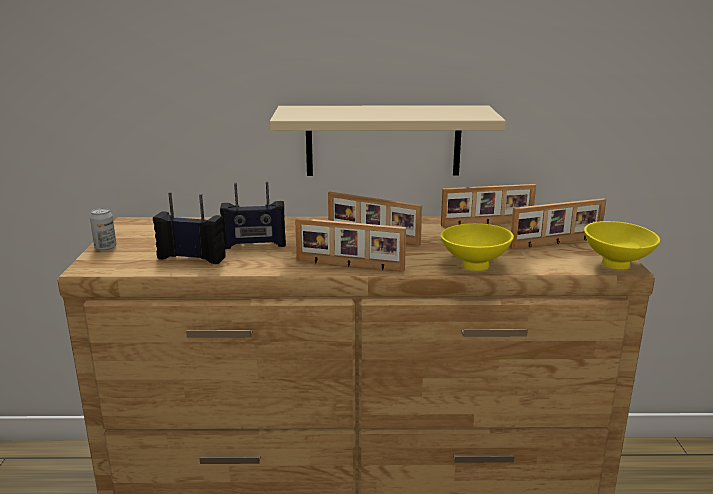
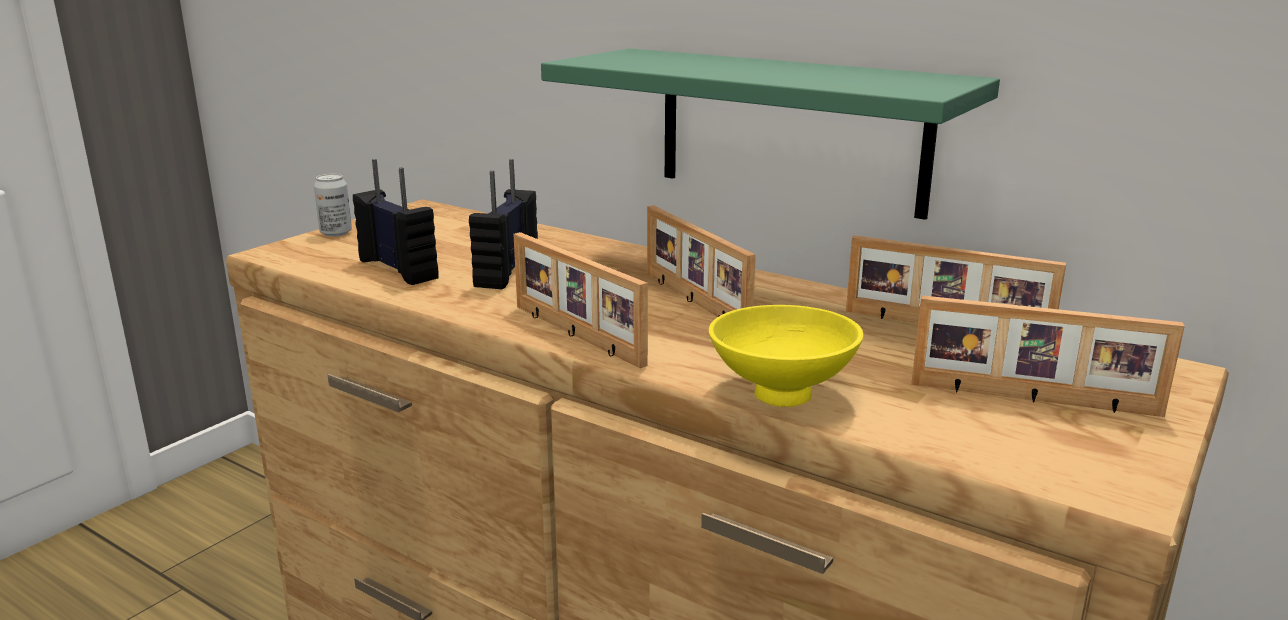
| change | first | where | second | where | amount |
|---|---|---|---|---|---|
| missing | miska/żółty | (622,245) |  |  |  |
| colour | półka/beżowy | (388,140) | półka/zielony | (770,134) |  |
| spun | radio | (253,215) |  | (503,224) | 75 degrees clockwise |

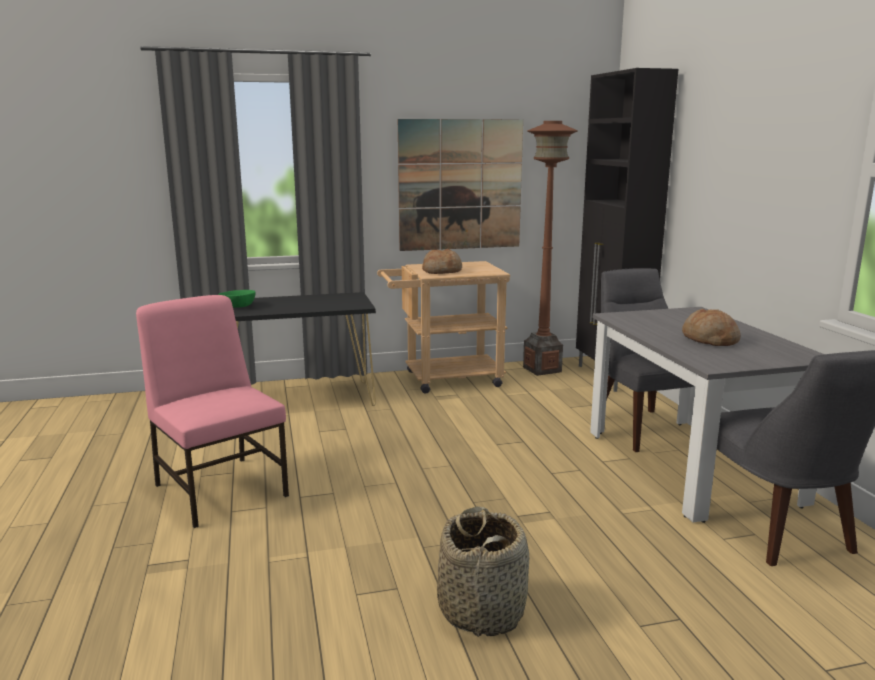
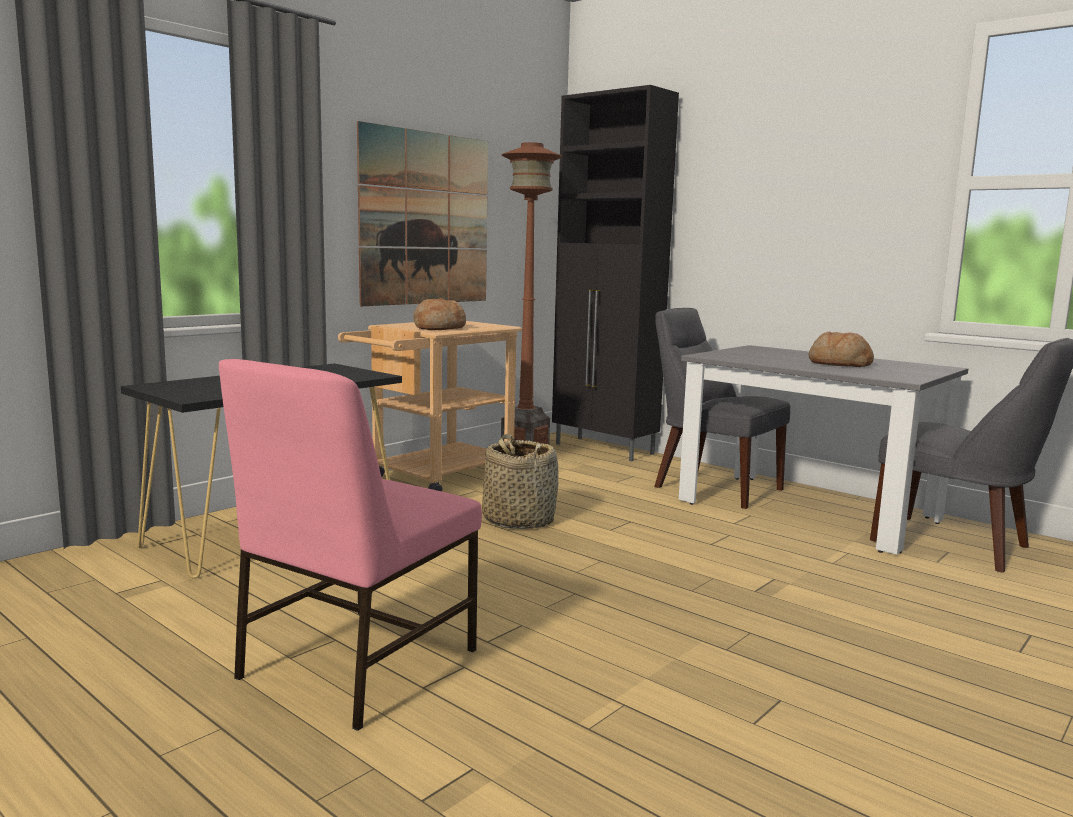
| change | first | where | second | where | amount |
|---|---|---|---|---|---|
| missing | miska/zielony | (236,299) |  |  |  |
| relocated | koszyk | (483,571) |  | (520,481) |  |
| spun | krzesło/różowy | (212,411) |  | (350,545) | 75 degrees counterclockwise |

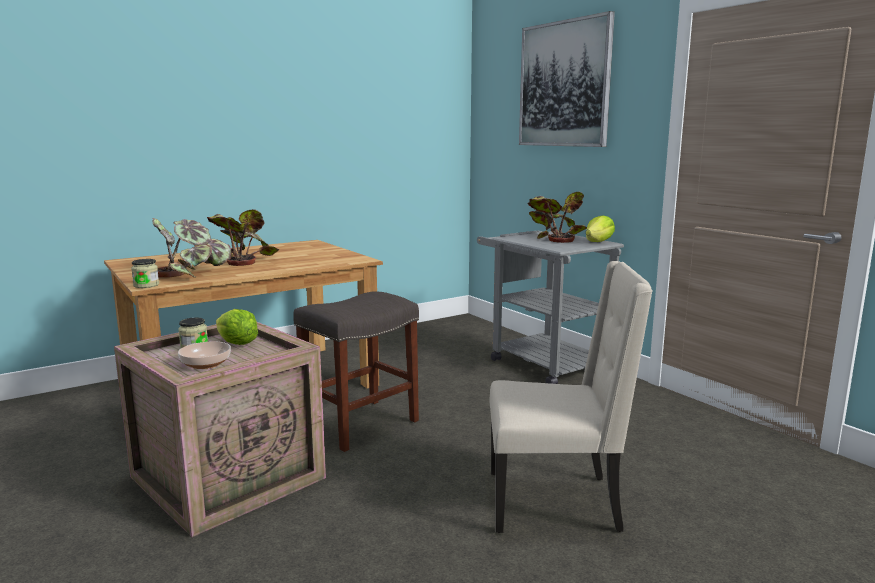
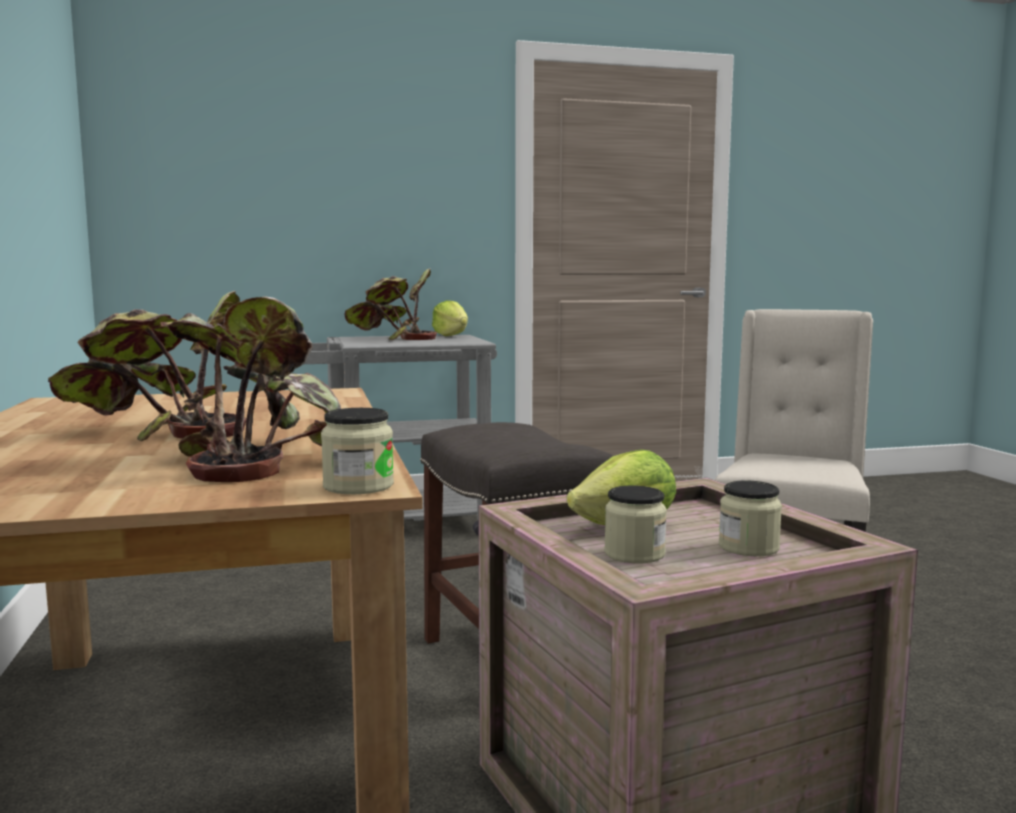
| change | first | where | second | where | amount |
|---|---|---|---|---|---|
| missing | obraz | (567,79) |  |  |  |
| exchanged | miska | (204,355) | słoik | (750,518) |  |

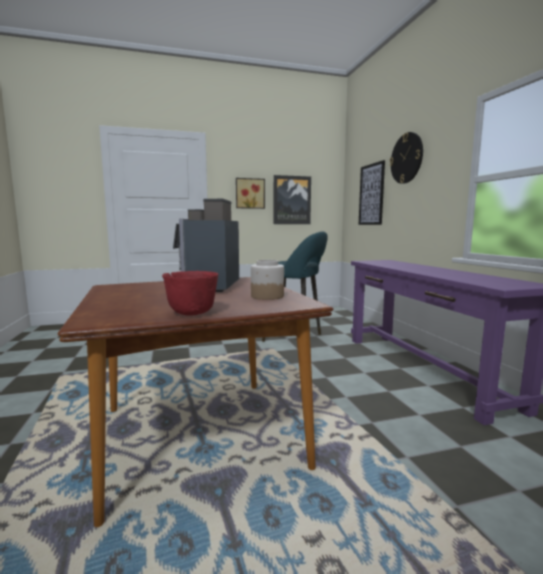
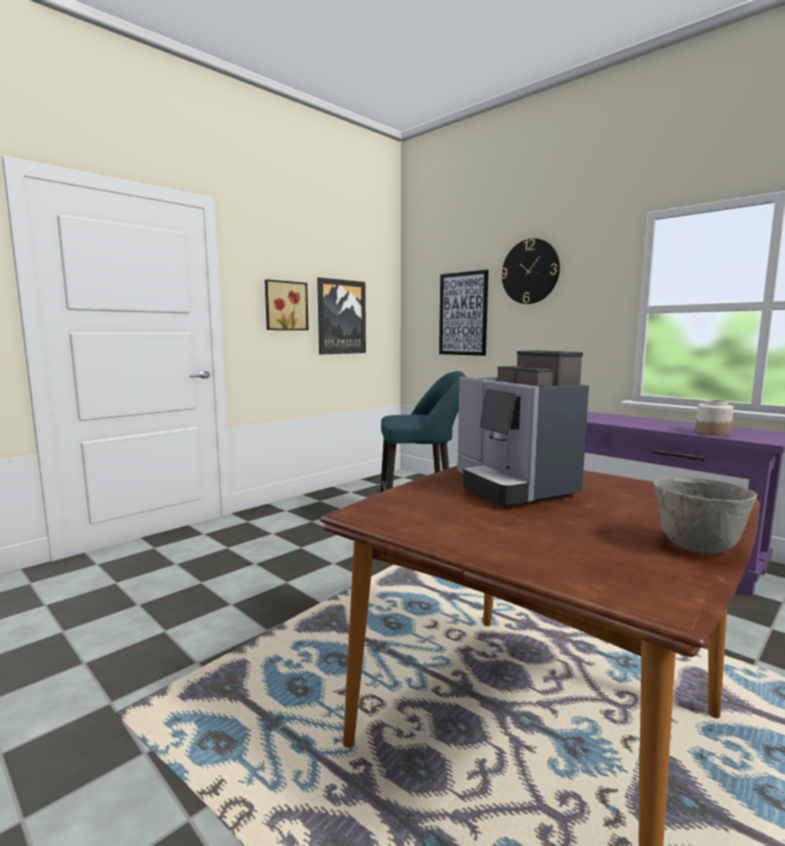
| change | first | where | second | where | amount |
|---|---|---|---|---|---|
| relocated | słoik | (267,280) |  | (714,418) |  |
| colour | miska/czerwony | (190,293) | miska/szary | (705,514) |  |

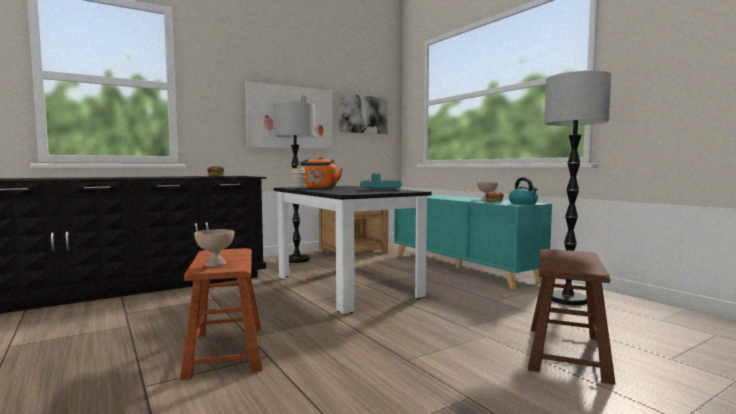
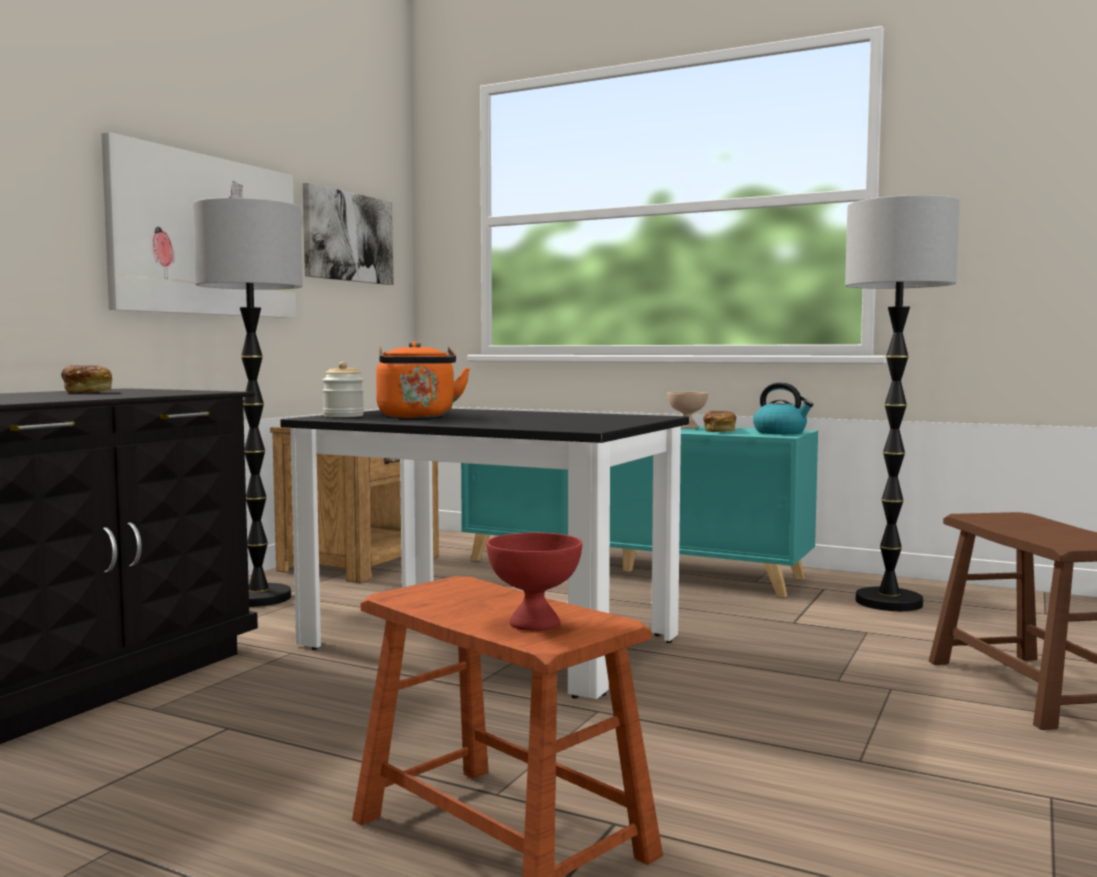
| change | first | where | second | where | amount |
|---|---|---|---|---|---|
| missing | taca/turkusowy | (381,181) |  |  |  |
| colour | miska/beżowy | (214,248) | miska/czerwony | (534,582) |  |

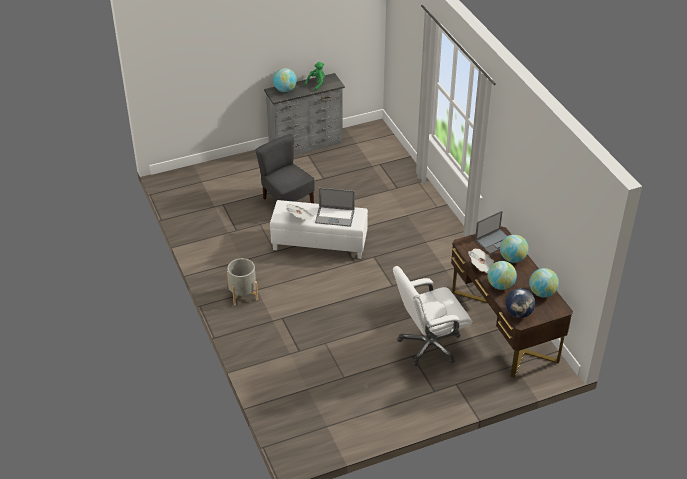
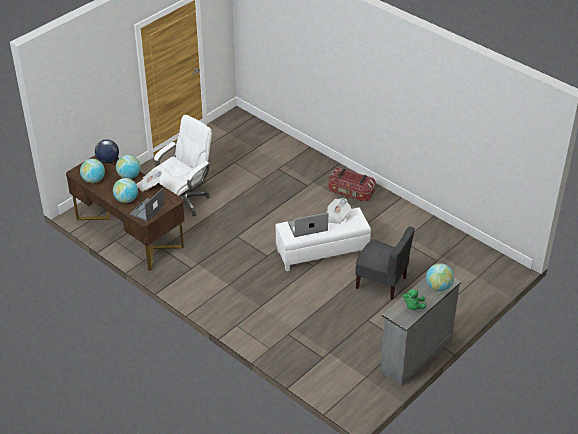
| change | first | where | second | where | amount |
|---|---|---|---|---|---|
| exchanged | donica/szary | (242,281) | pojemnik do przechowywania | (352,184) |  |

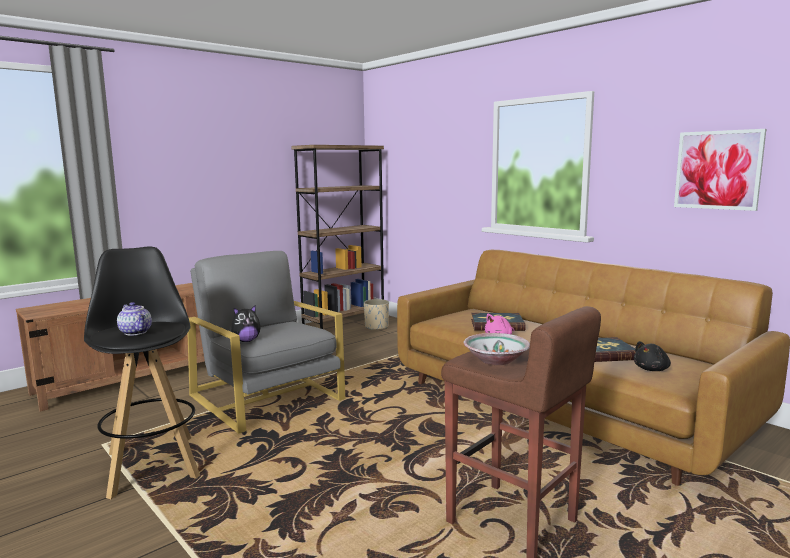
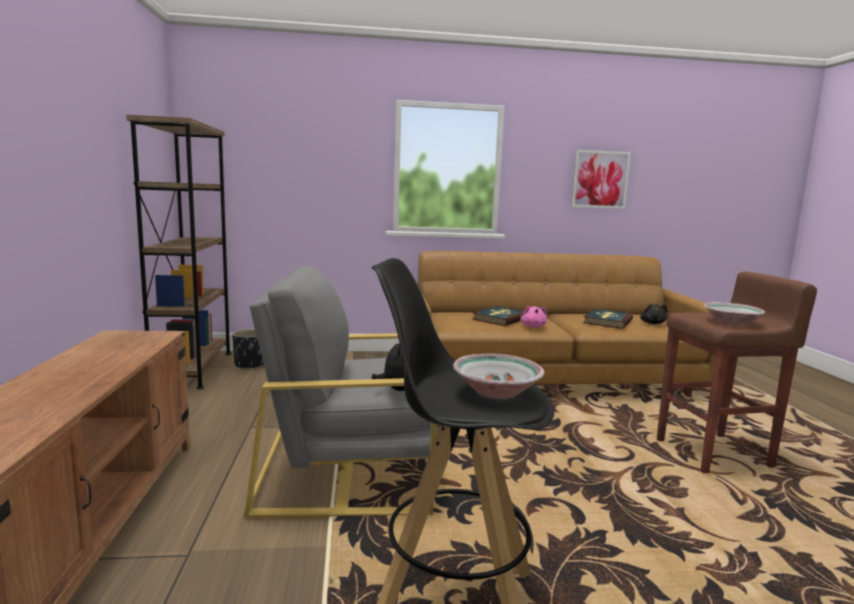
| change | first | where | second | where | amount |
|---|---|---|---|---|---|
| exchanged | imbryk | (134,319) | miska | (499,376) |  |
| colour | donica/beżowy | (376,314) | donica/czarny | (248,349) |  |

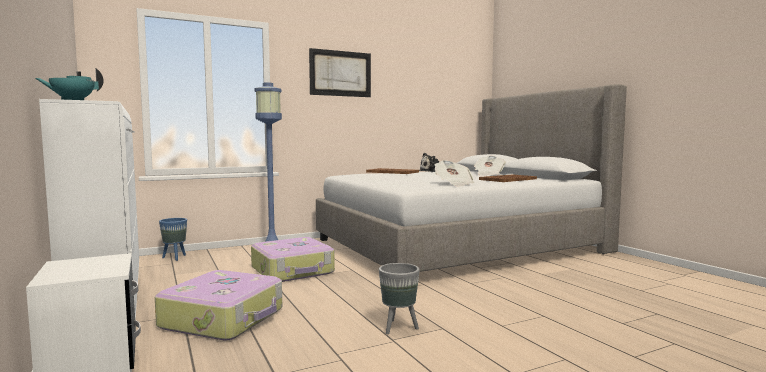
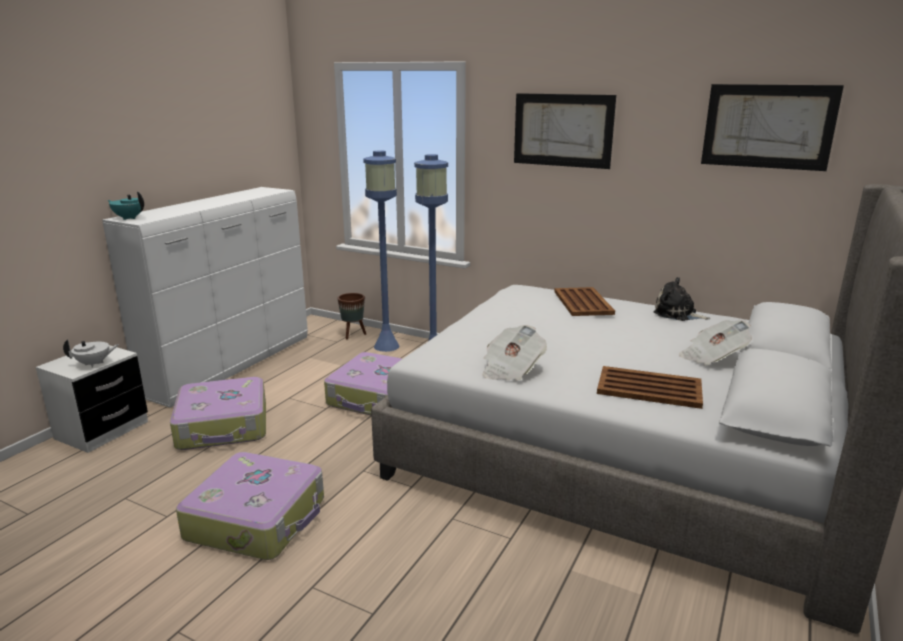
| change | first | where | second | where | amount |
|---|---|---|---|---|---|
| appeared |  |  | imbryk/biały | (91,353) |  |
| appeared |  |  | lampa stojąca/niebieski | (381,251) |  |
| appeared |  |  | obraz | (772,127) |  |
| exchanged | donica/szary | (399,298) | walizka | (250,506) |  |
| colour | donica/niebieski | (173,239) | donica/brązowy | (352,316) |  |

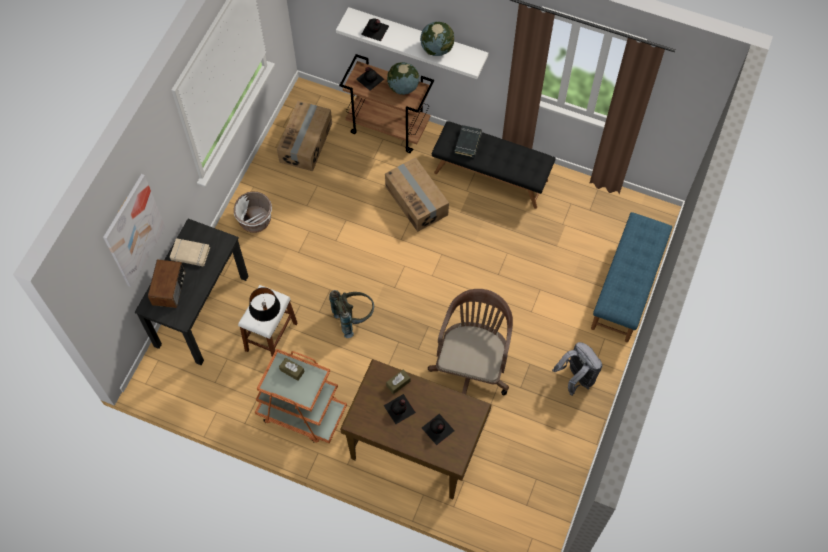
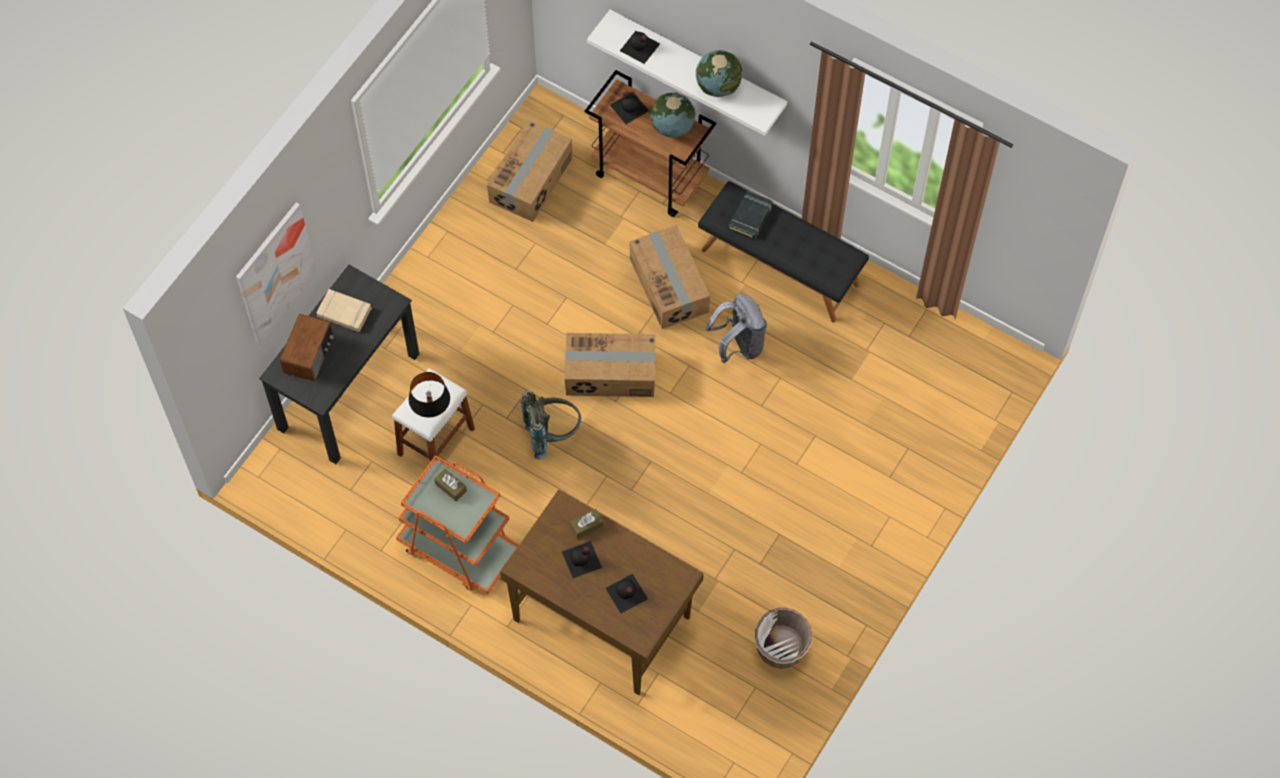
| change | first | where | second | where | amount |
|---|---|---|---|---|---|
| missing | krzesło biurowe/brązowy | (470,342) |  |  |  |
| missing | ławka/niebieski | (631,277) |  |  |  |
| appeared |  |  | karton | (610,365) |  |
| relocated | donica/biały | (253,212) |  | (783,638) |  |
| relocated | plecak/szary | (577,369) |  | (736,328) |  |

